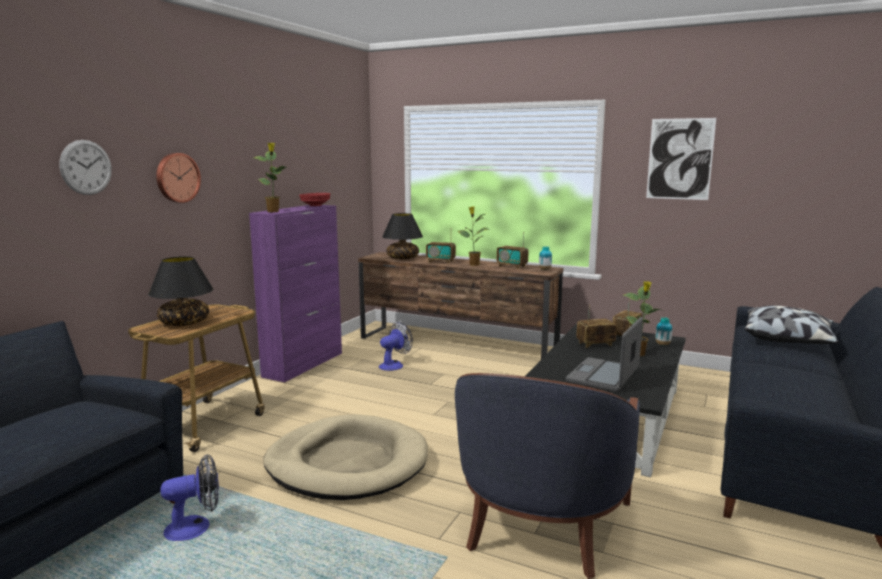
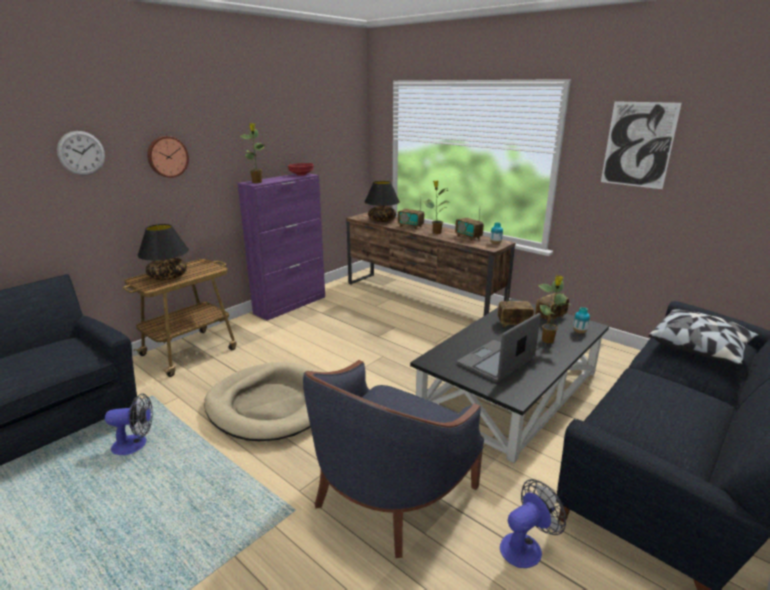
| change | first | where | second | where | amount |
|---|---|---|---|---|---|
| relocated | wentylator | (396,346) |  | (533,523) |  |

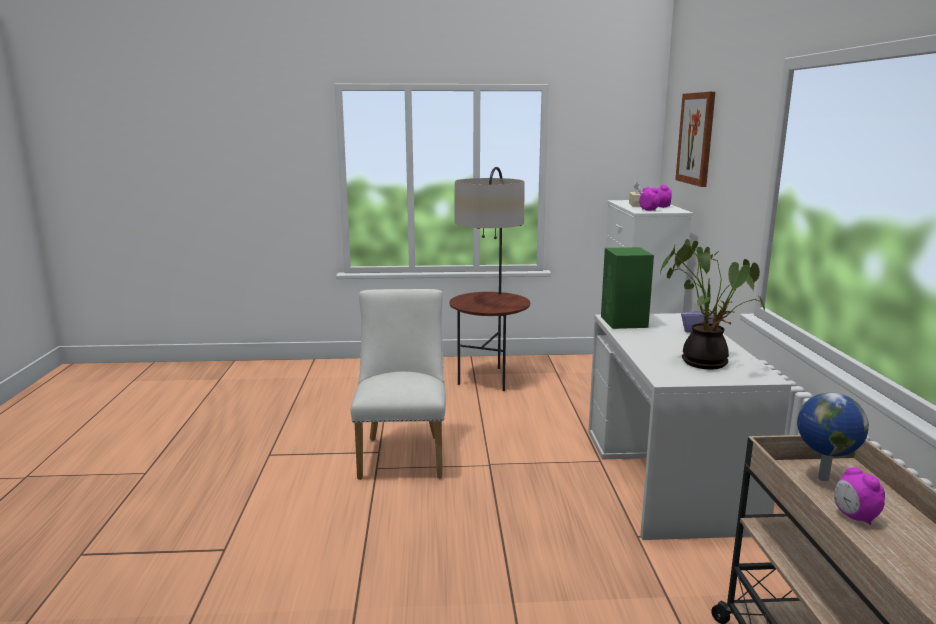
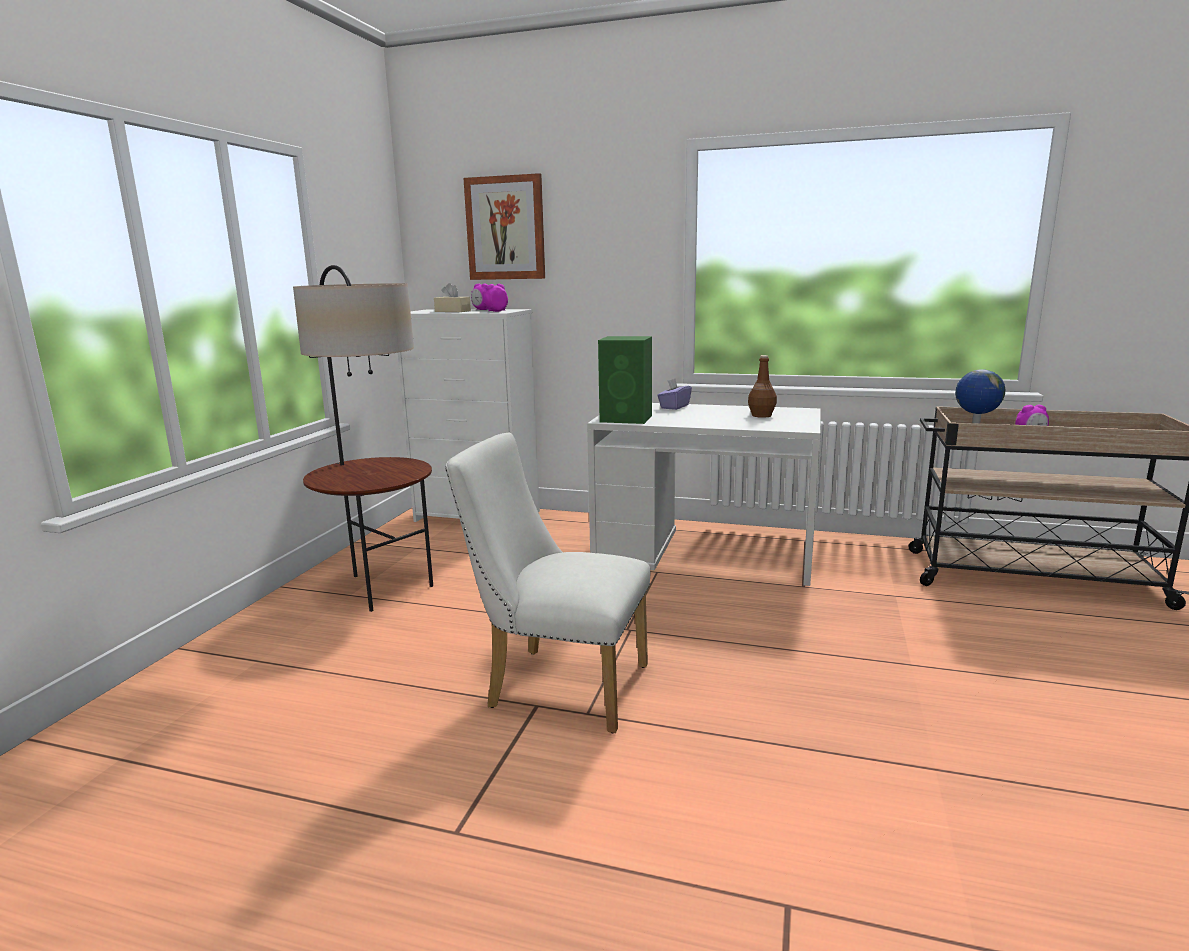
| change | first | where | second | where | amount |
|---|---|---|---|---|---|
| exchanged | roślina doniczkowa | (712,304) | butelka/brązowy | (762,386) |  |

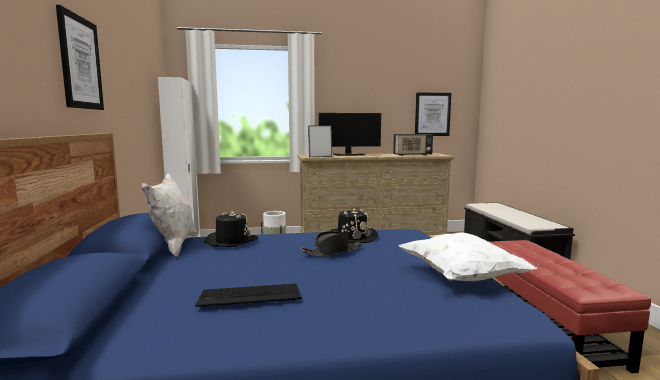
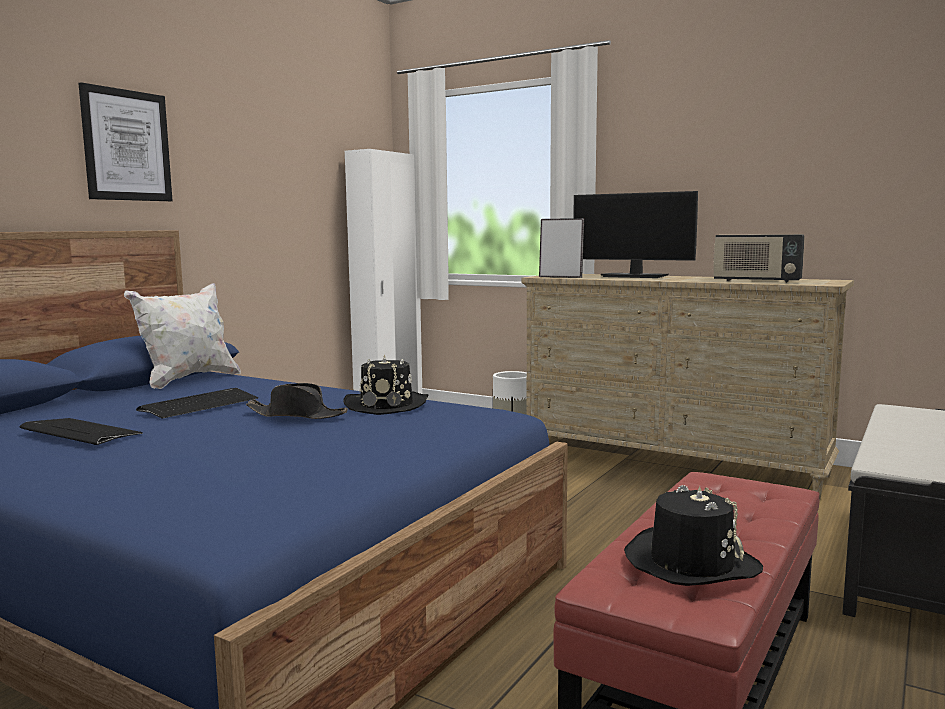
| change | first | where | second | where | amount |
|---|---|---|---|---|---|
| missing | poduszka/biały | (468,257) |  |  |  |
| missing | obraz | (433,114) |  |  |  |
| appeared |  |  | klawiatura | (197,403) |  |
| relocated | kapelusz/czarny | (231,229) |  | (693,535) |  |

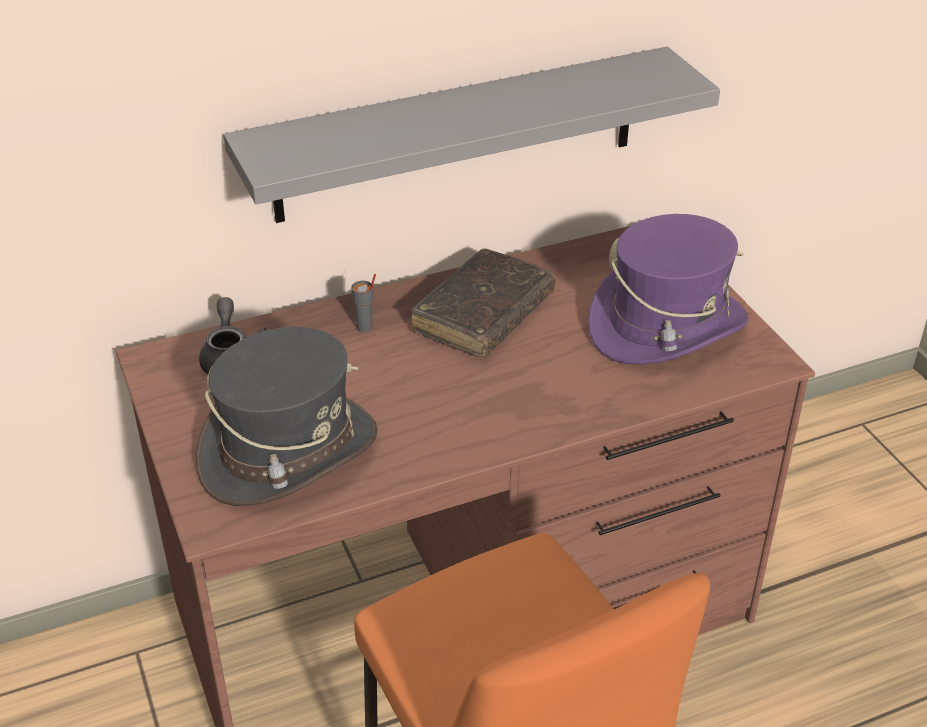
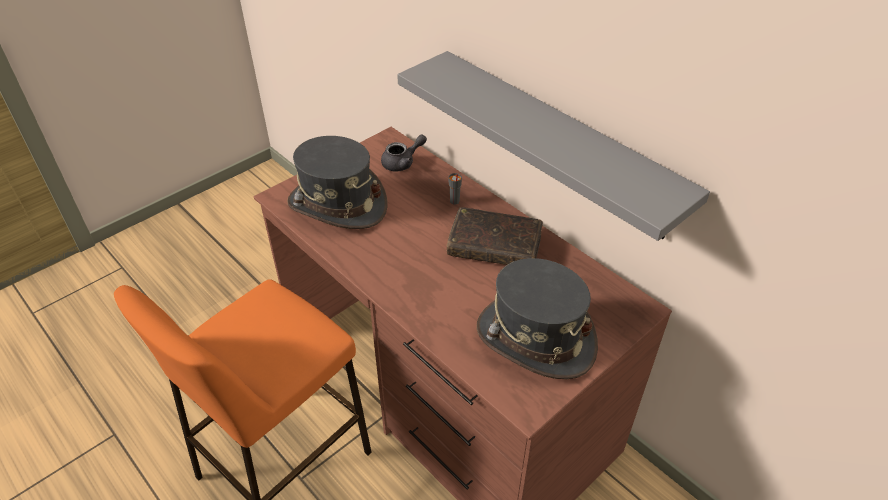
| change | first | where | second | where | amount |
|---|---|---|---|---|---|
| colour | kapelusz/fioletowy | (668,289) | kapelusz/szary | (537,318) |  |

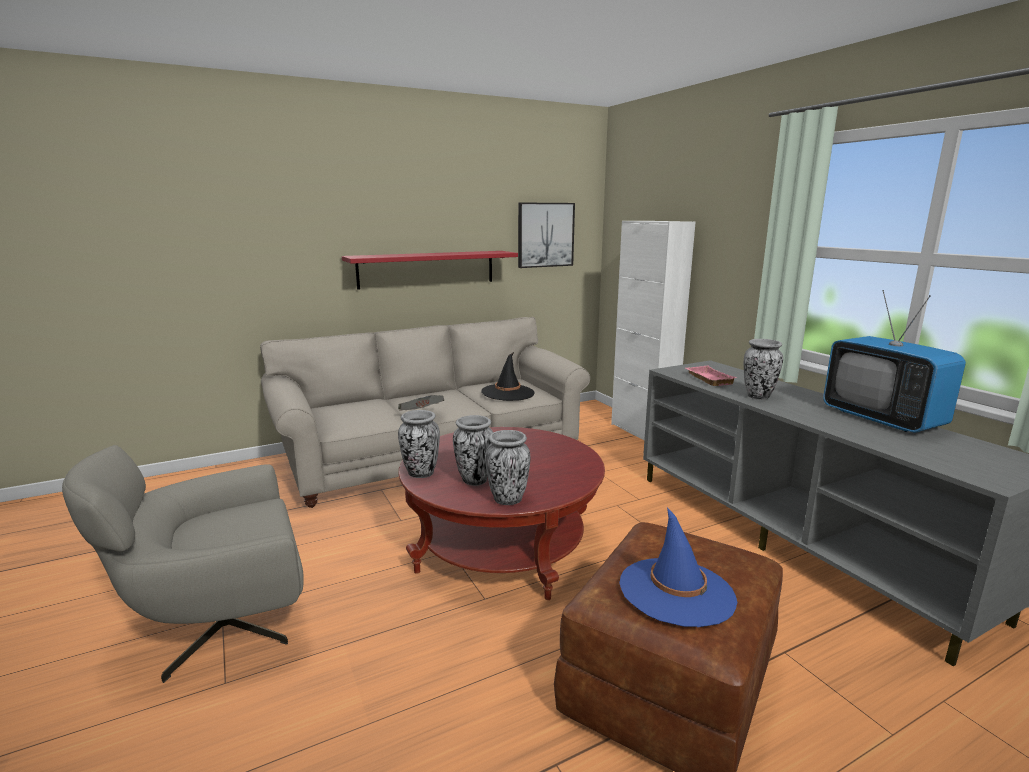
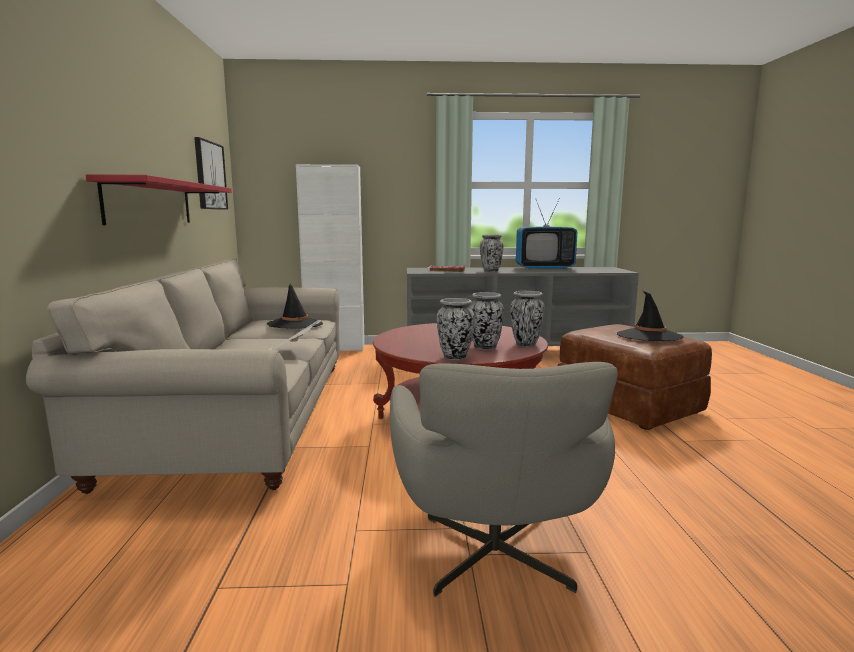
| change | first | where | second | where | amount |
|---|---|---|---|---|---|
| colour | kapelusz/niebieski | (678,567) | kapelusz/czarny | (650,316) |  |

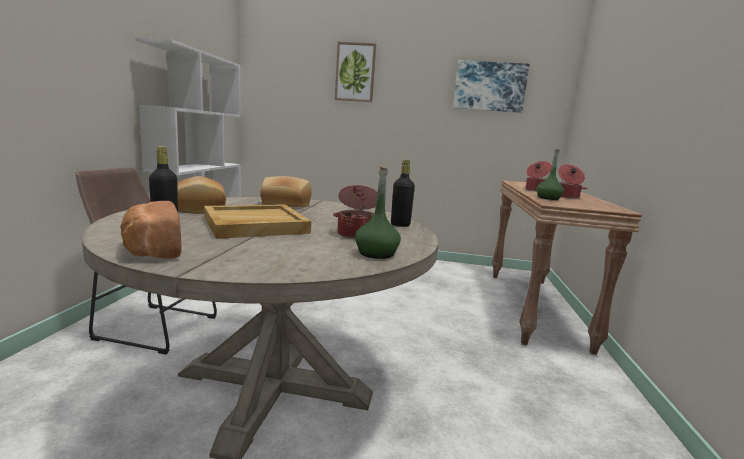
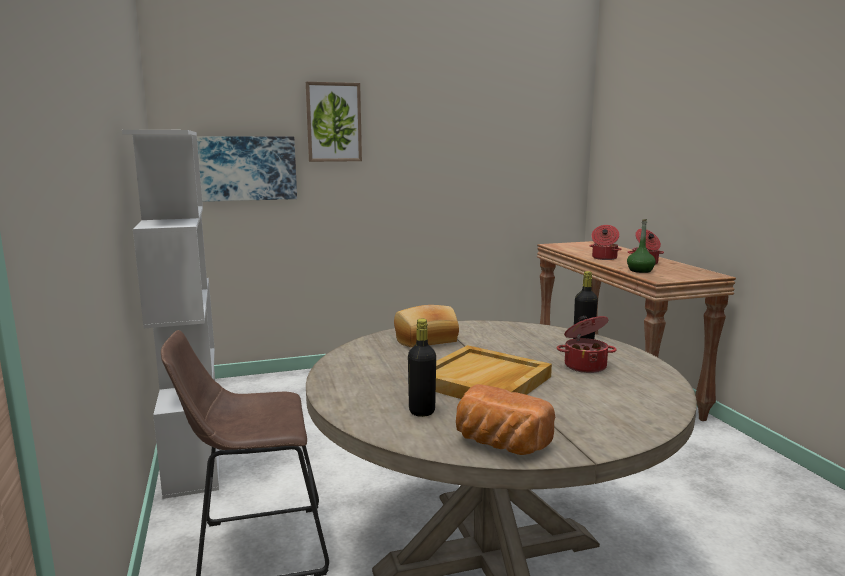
| change | first | where | second | where | amount |
|---|---|---|---|---|---|
| missing | chleb | (201,195) |  |  |  |
| missing | butelka/zielony | (378,212) |  |  |  |
| relocated | obraz | (491,86) |  | (247,169) |  |

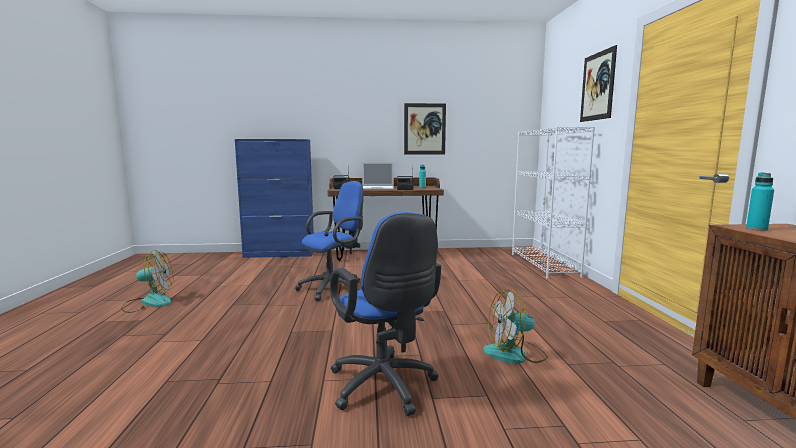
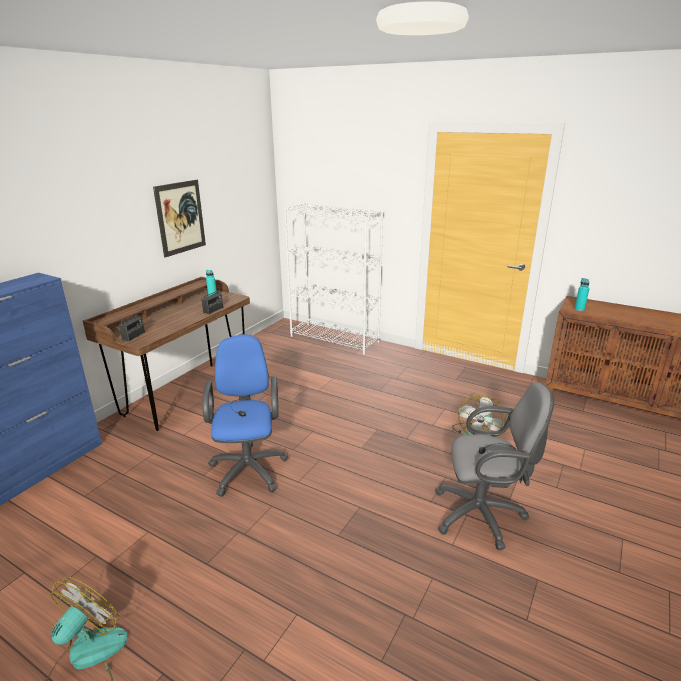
| change | first | where | second | where | amount |
|---|---|---|---|---|---|
| missing | laptop | (378,176) |  |  |  |
| missing | obraz | (598,83) |  |  |  |
| colour | krzesło biurowe/niebieski | (385,314) | krzesło biurowe/szary | (494,466) |  |

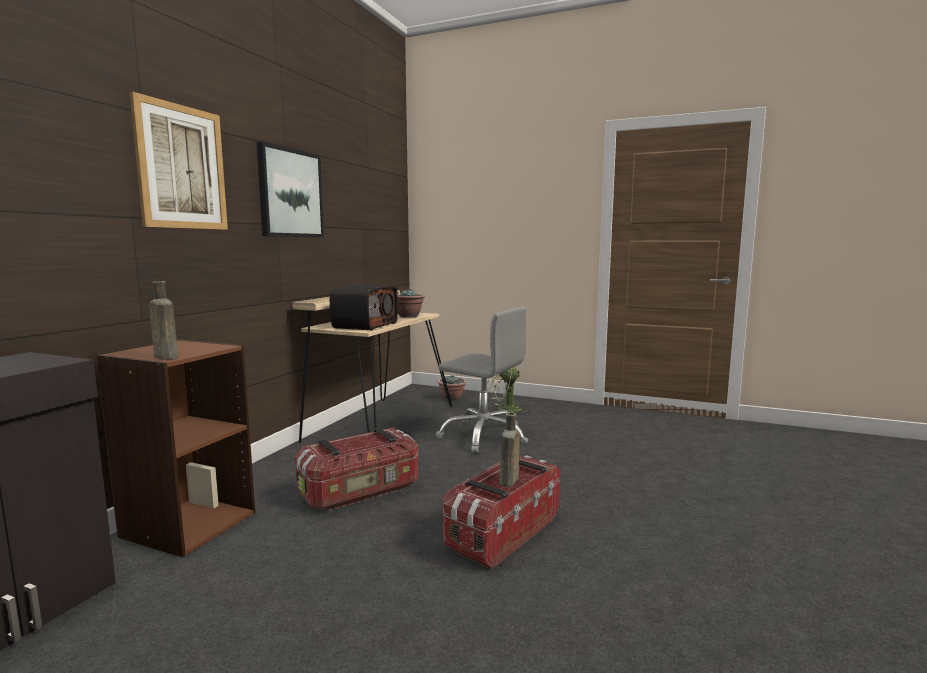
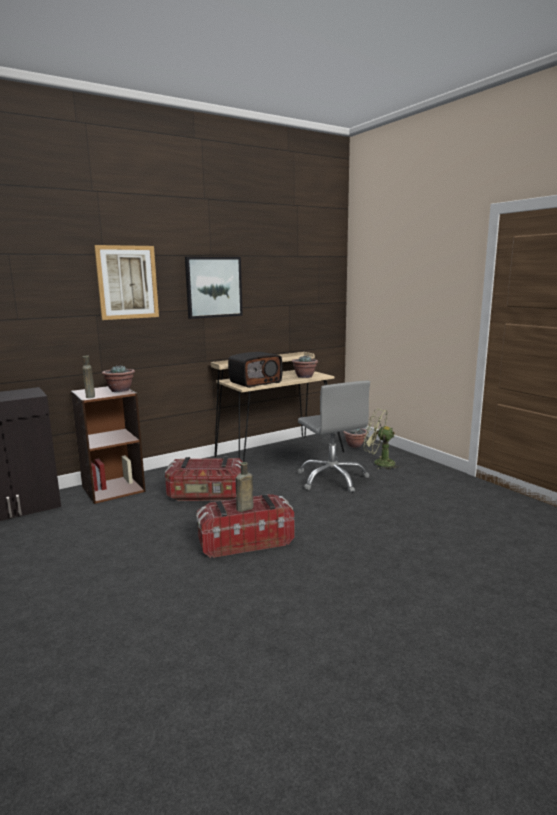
| change | first | where | second | where | amount |
|---|---|---|---|---|---|
| appeared |  |  | roślina doniczkowa | (118,378) |  |

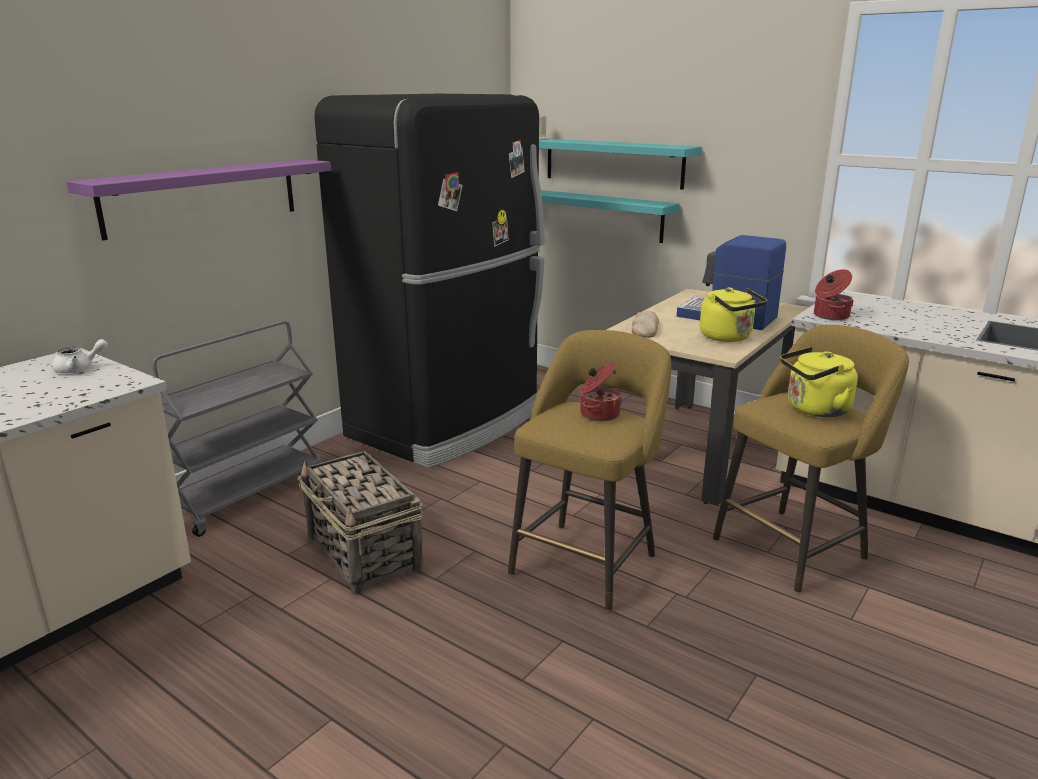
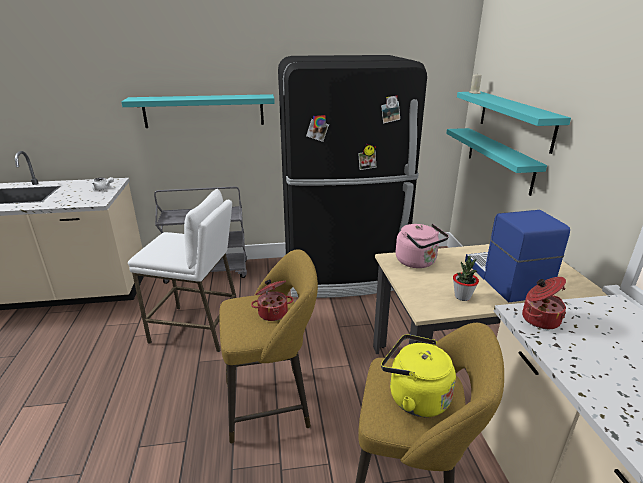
| change | first | where | second | where | amount |
|---|---|---|---|---|---|
| exchanged | koszyk | (360,523) | stołek/biały | (182,270) |  |
| exchanged | chleb | (645,324) | czajnik/różowy | (422,246) |  |
| exchanged | czajnik/żółty | (733,314) | roślina doniczkowa | (466,278) |  |
| colour | półka/fioletowy | (199,199) | półka/turkusowy | (198,111) |  |

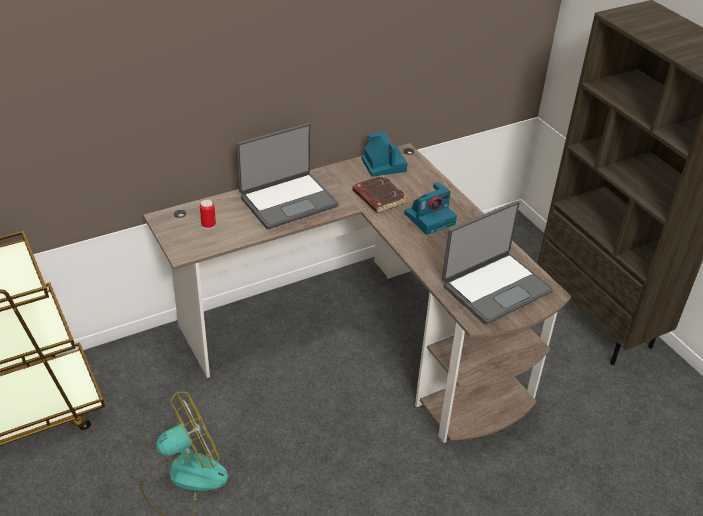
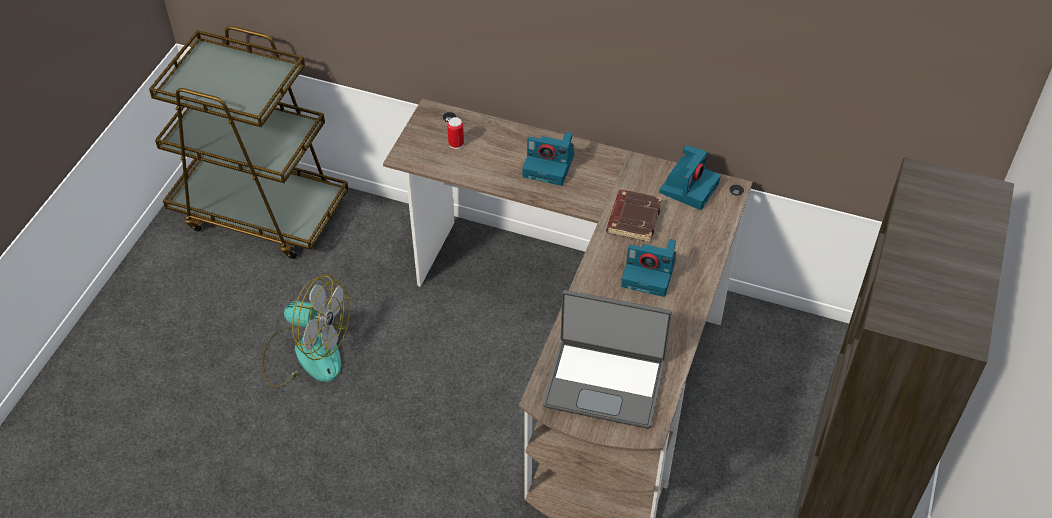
| change | first | where | second | where | amount |
|---|---|---|---|---|---|
| exchanged | laptop | (288,176) | aparat fotograficzny | (548,159) |  |

